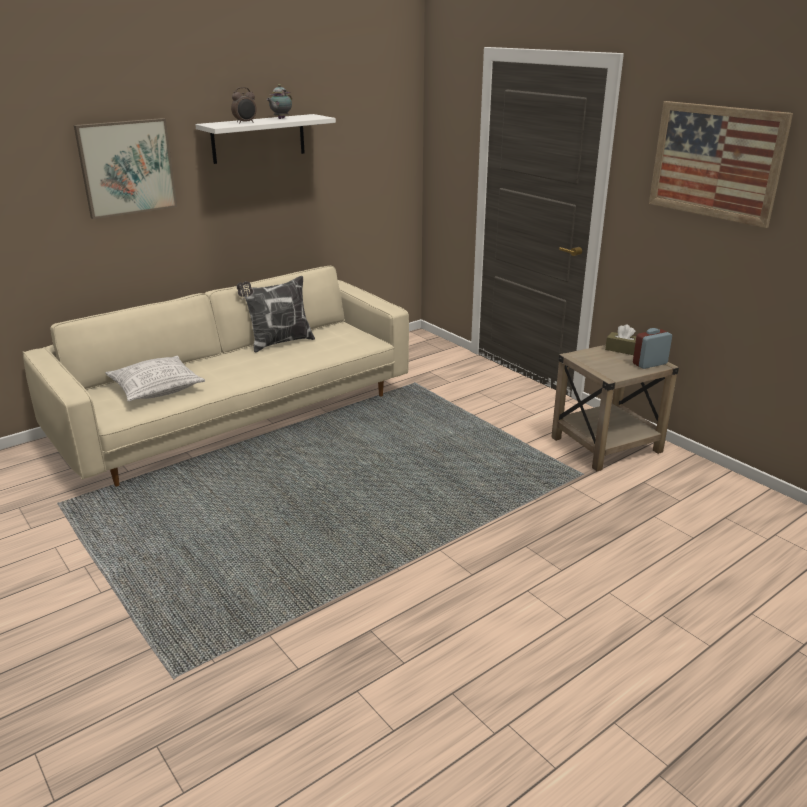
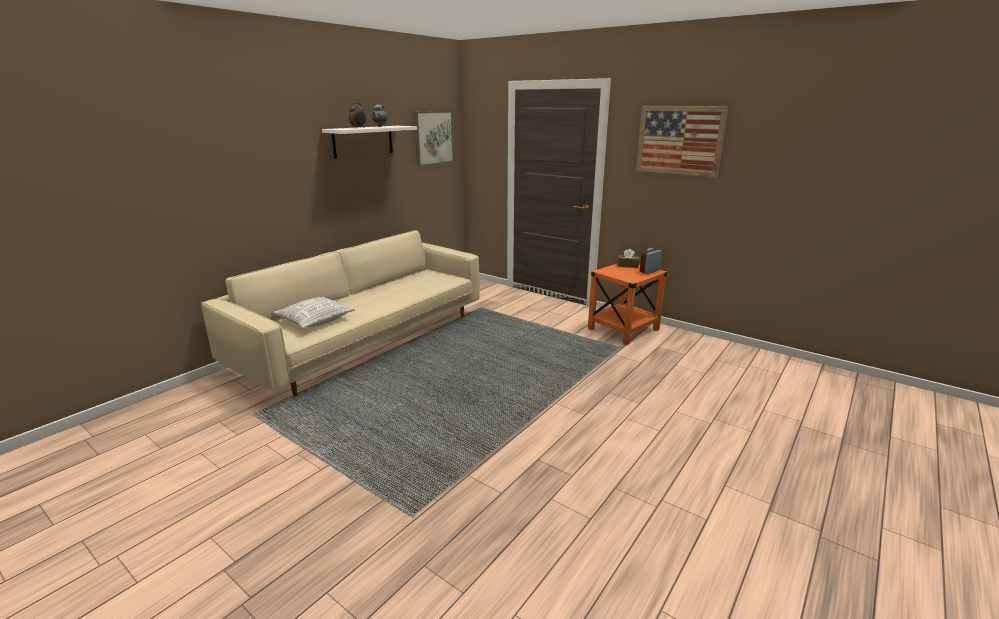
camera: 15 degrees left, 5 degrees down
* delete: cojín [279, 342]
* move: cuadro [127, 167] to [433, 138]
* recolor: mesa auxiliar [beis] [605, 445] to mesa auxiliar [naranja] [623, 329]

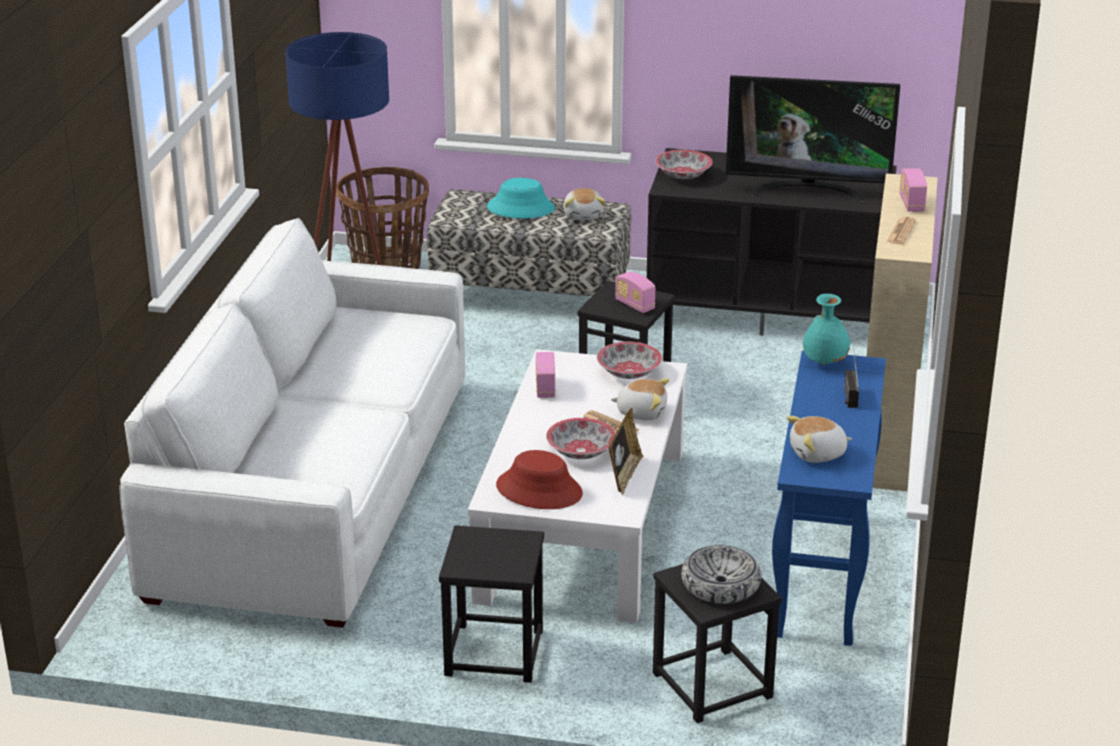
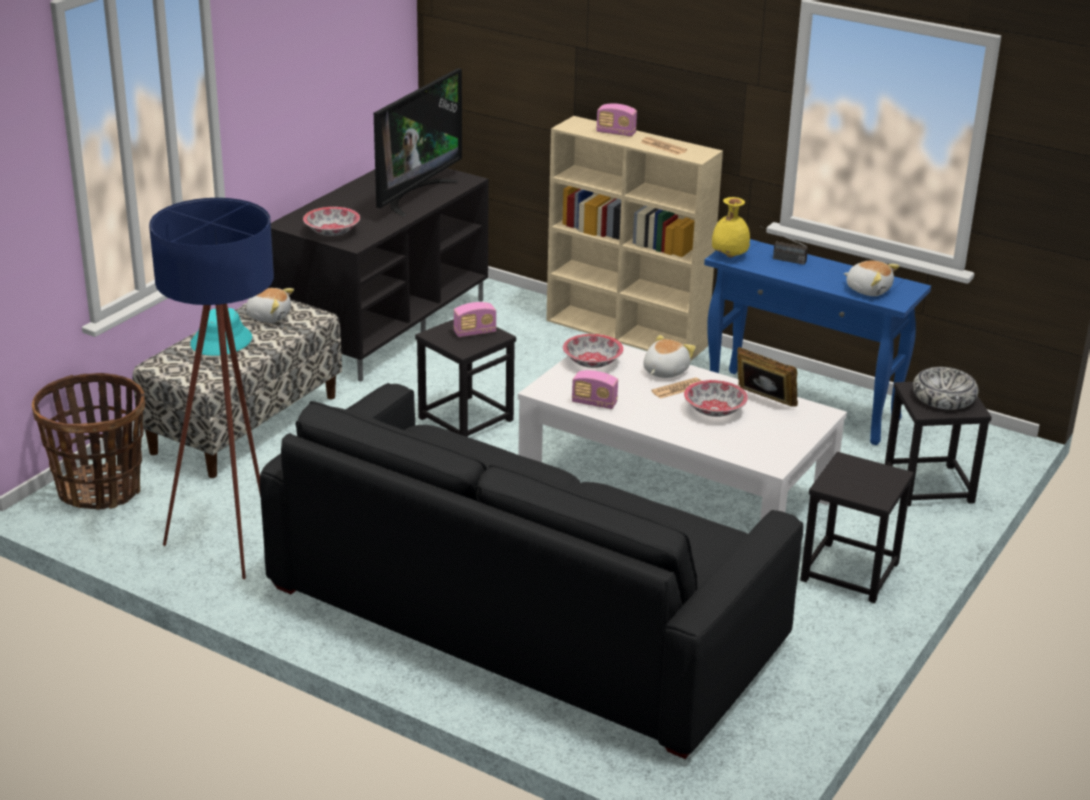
camera: 70 degrees left, 0 degrees up
* delete: sombrero [rojo] [539, 490]
* recolor: sofá [blanco] [314, 486] to sofá [negro] [524, 616]
* recolor: florero [turquesa] [825, 362] to florero [amarillo] [729, 255]
* rotate: peluche [818, 454] = [868, 289] 60 degrees counterclockwise

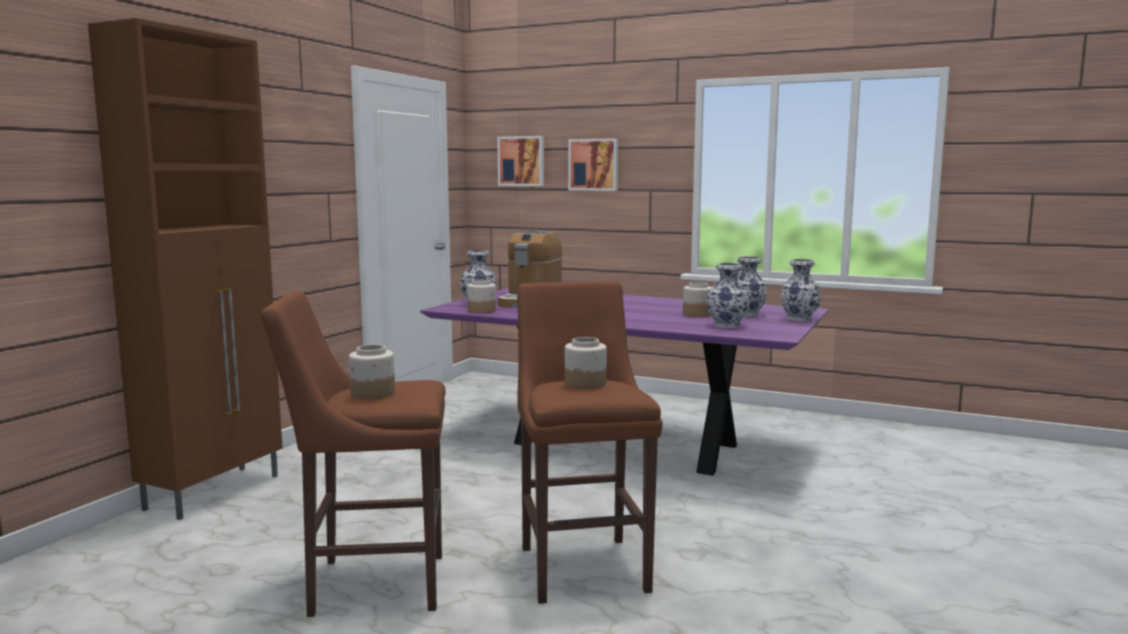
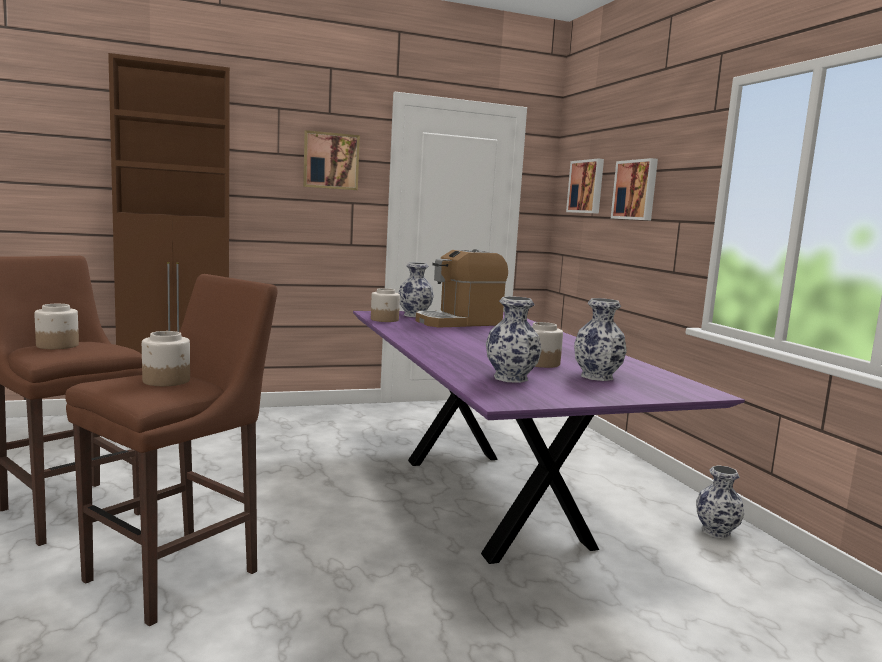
camera: 45 degrees right, 0 degrees up
* insert: cuadro [330, 161]
* move: florero [798, 319] to [715, 531]

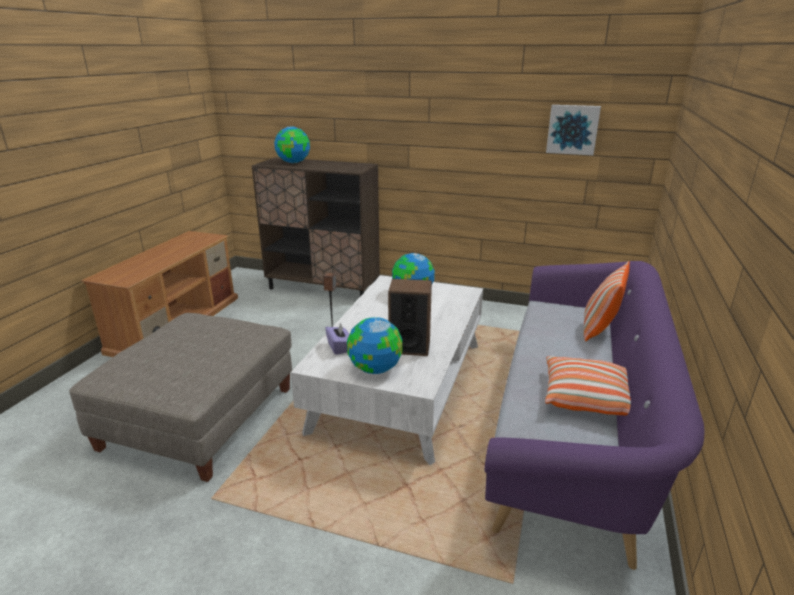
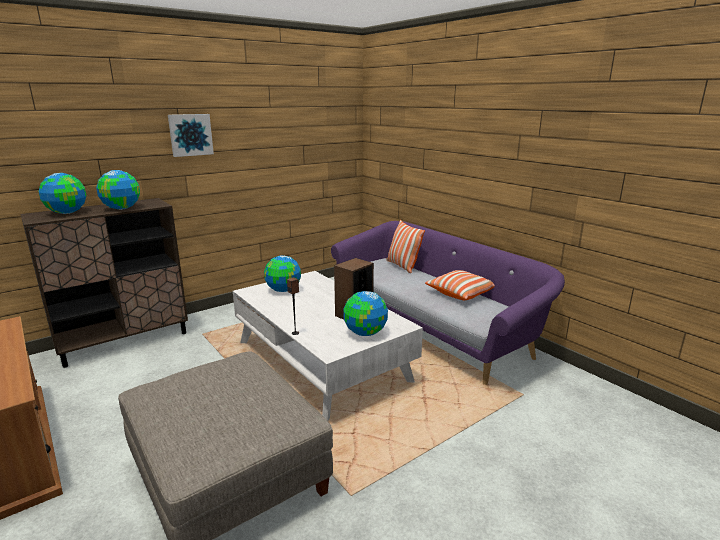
camera: 55 degrees left, 5 degrees down
* delete: caja de pañuelos [morado] [339, 347]
* insert: globo terráqueo [121, 208]
* move: cuadro [572, 129] to [190, 135]

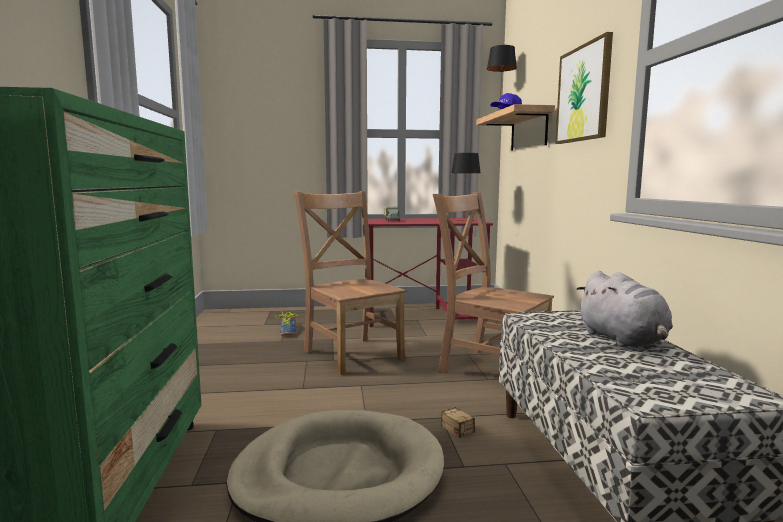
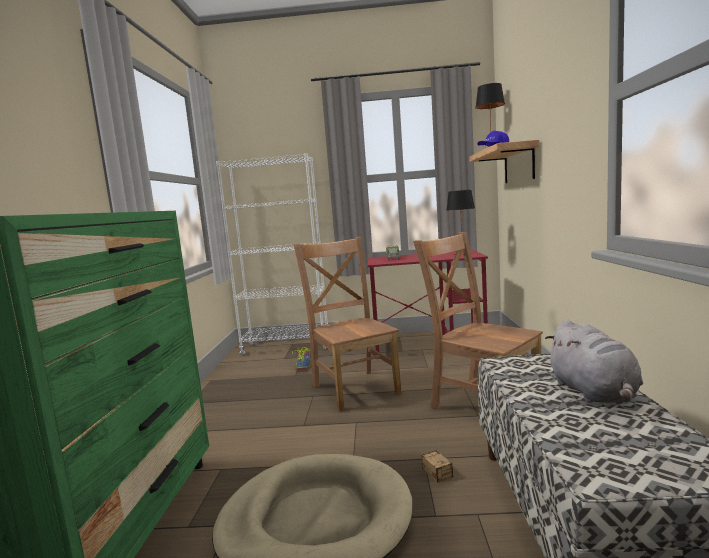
camera: 10 degrees right, 0 degrees up
* delete: cuadro [584, 93]
* insert: estantería [blanco] [286, 346]

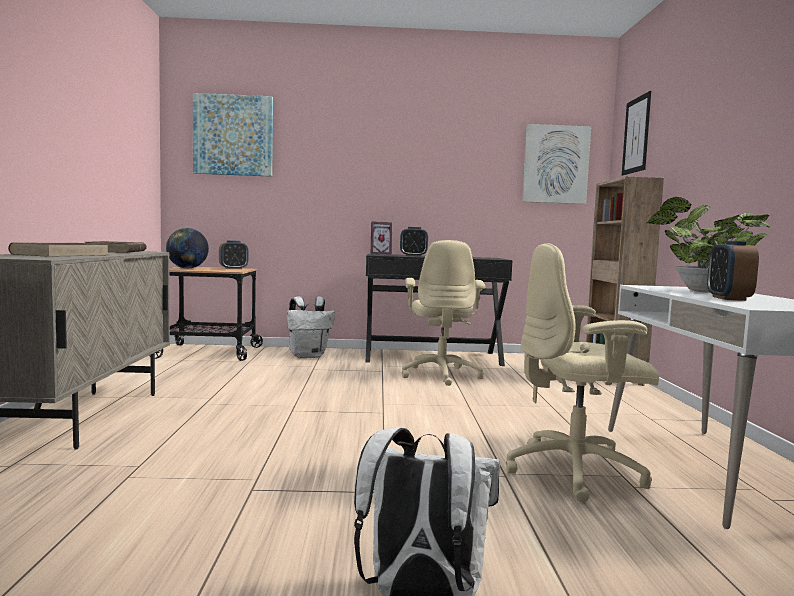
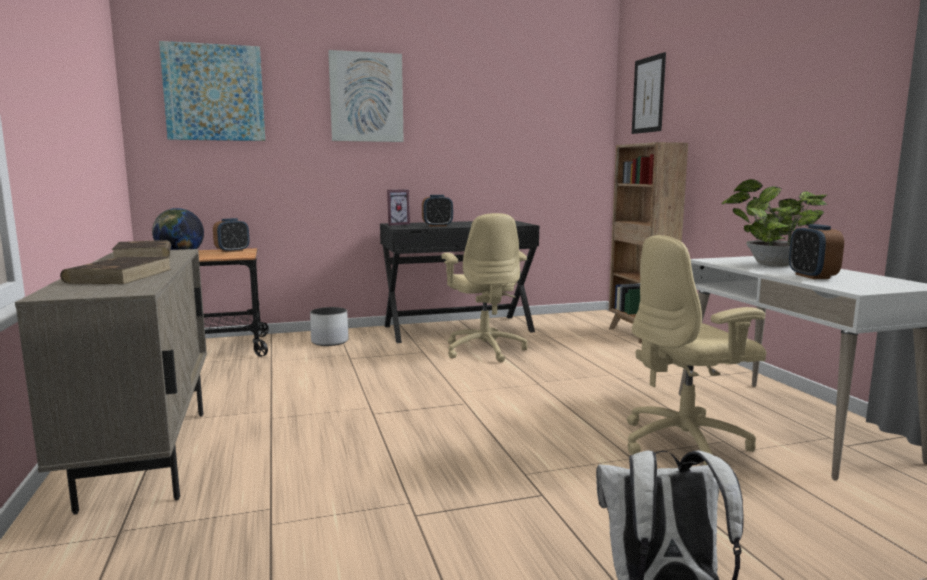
camera: 15 degrees left, 5 degrees up
* move: cuadro [555, 164] to [366, 97]
* replace: mochila [blanco] [308, 356] to maceta [blanco] [330, 341]

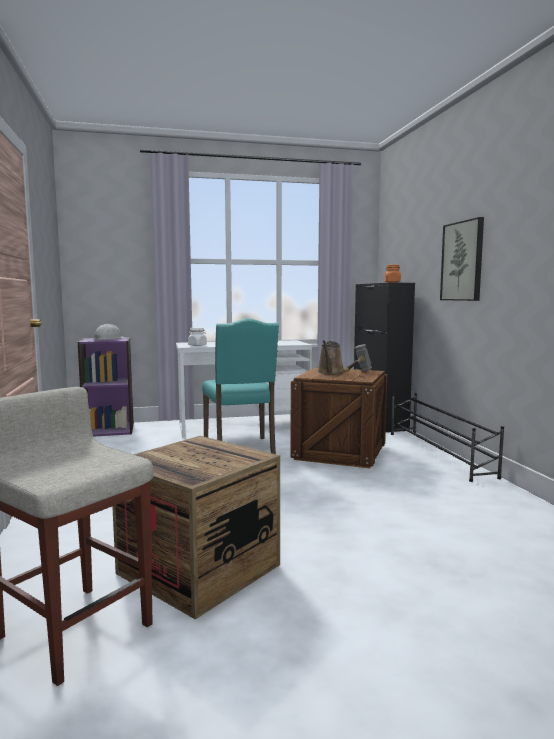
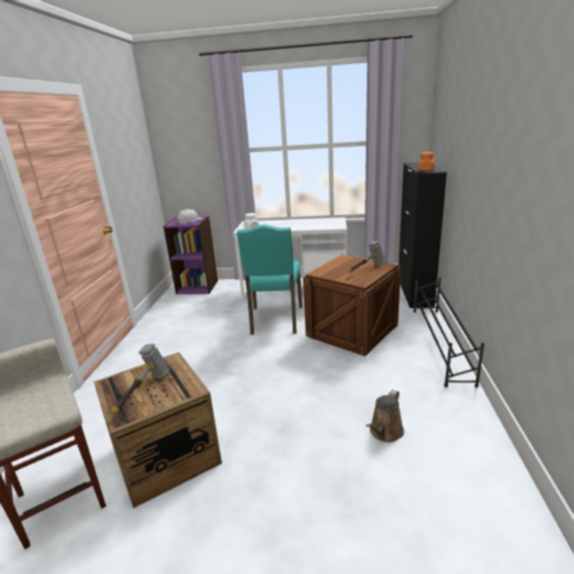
camera: 20 degrees right, 15 degrees up
* delete: cuadro [462, 261]
* insert: martillo [143, 392]
* move: regadera [marrón] [330, 372] to [385, 432]

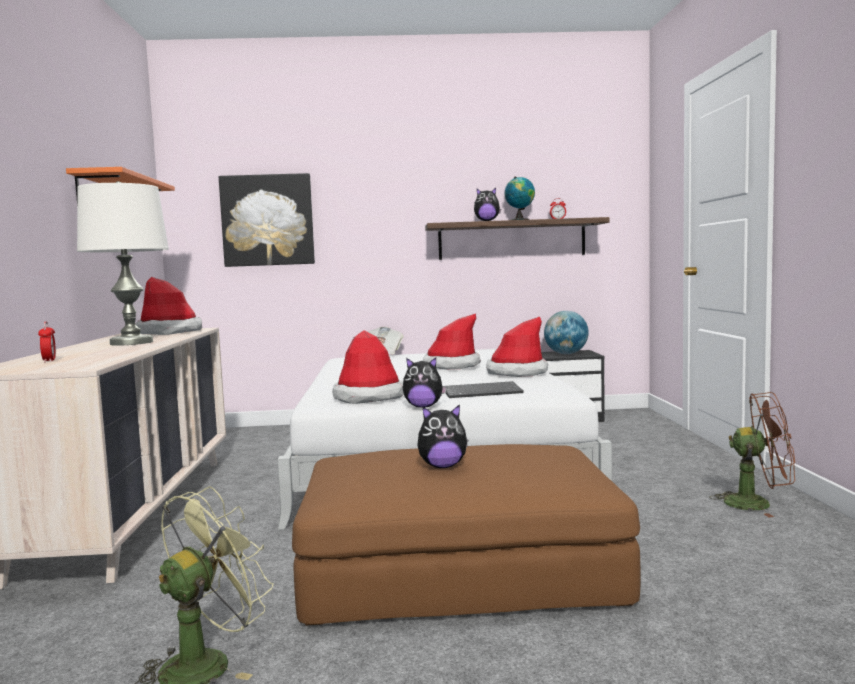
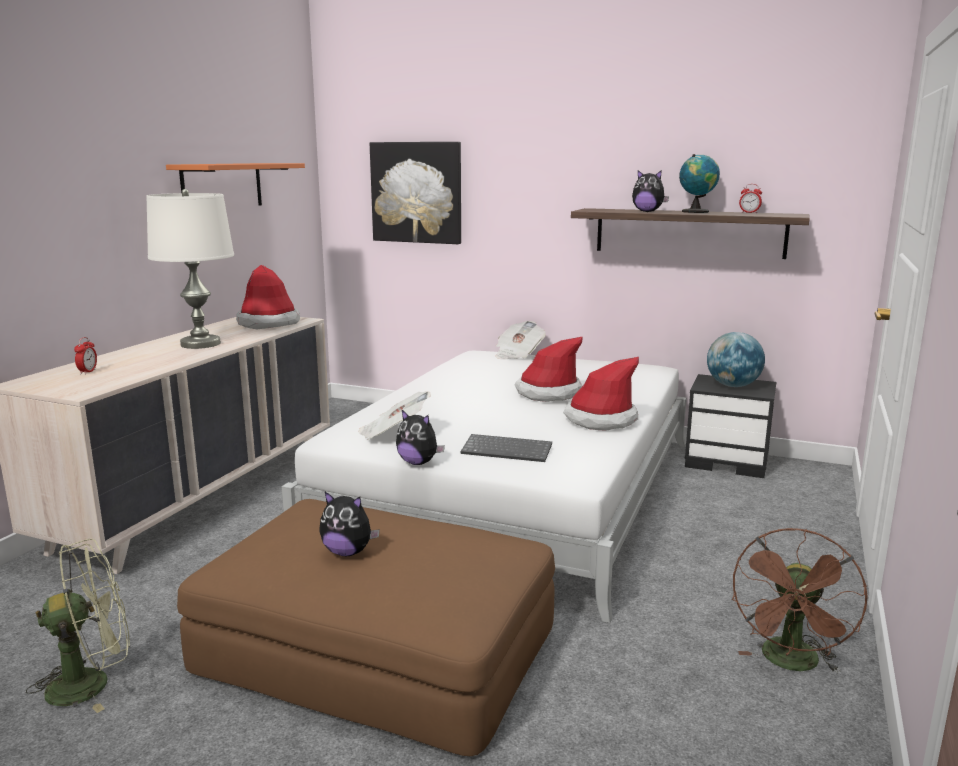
camera: 25 degrees right, 10 degrees up
* replace: sombrero [369, 397] to periódico [393, 434]
* rotate: ventilador [marrón] [757, 504] = [791, 663] 75 degrees clockwise

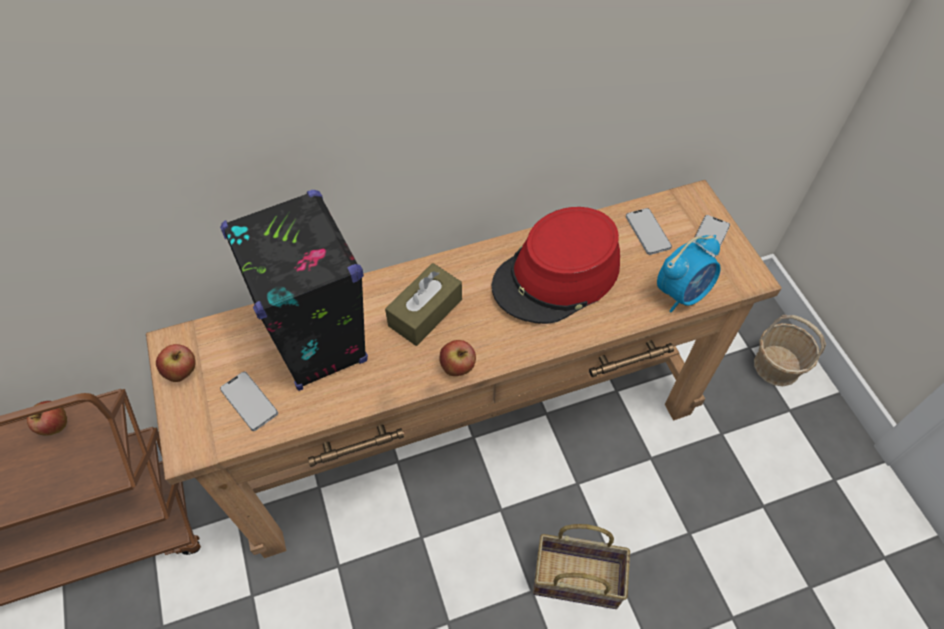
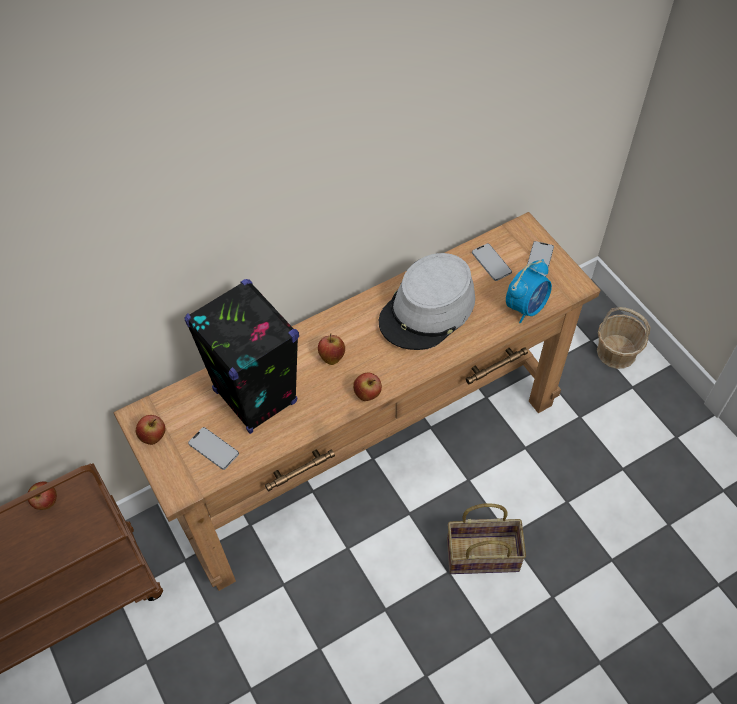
camera: 10 degrees left, 0 degrees up
* replace: caja de pañuelos [marrón] [425, 312] to manzana [332, 357]
* recolor: sombrero [rojo] [557, 276] to sombrero [gris] [428, 310]

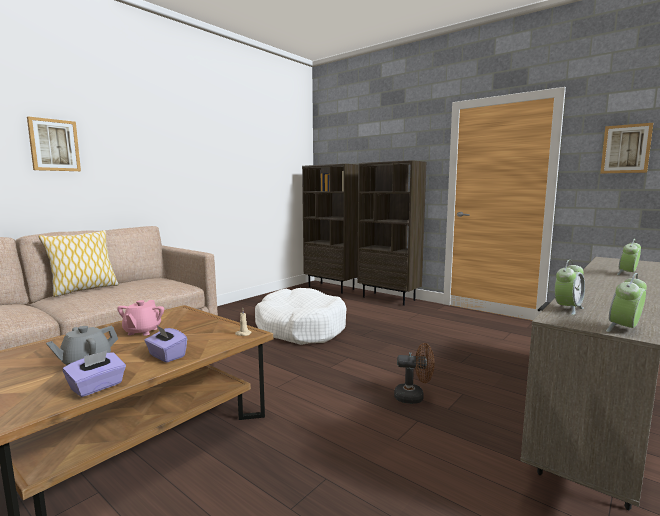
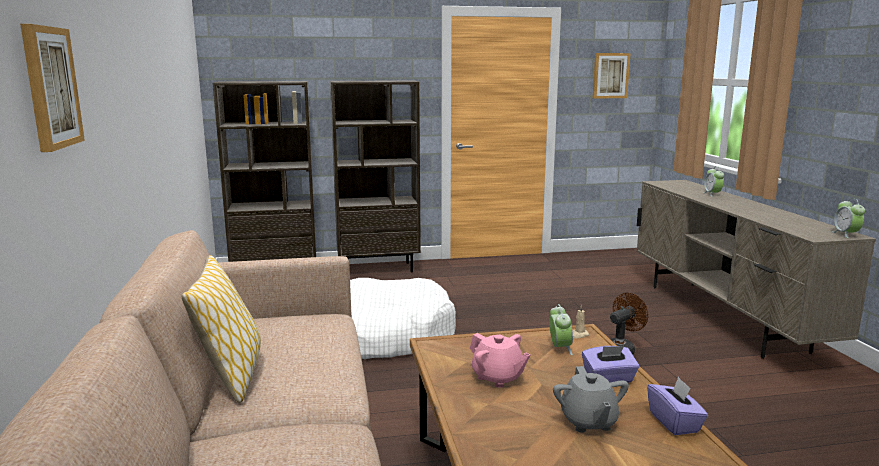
camera: 50 degrees left, 5 degrees up
* move: despertador [567, 309] to [559, 348]

